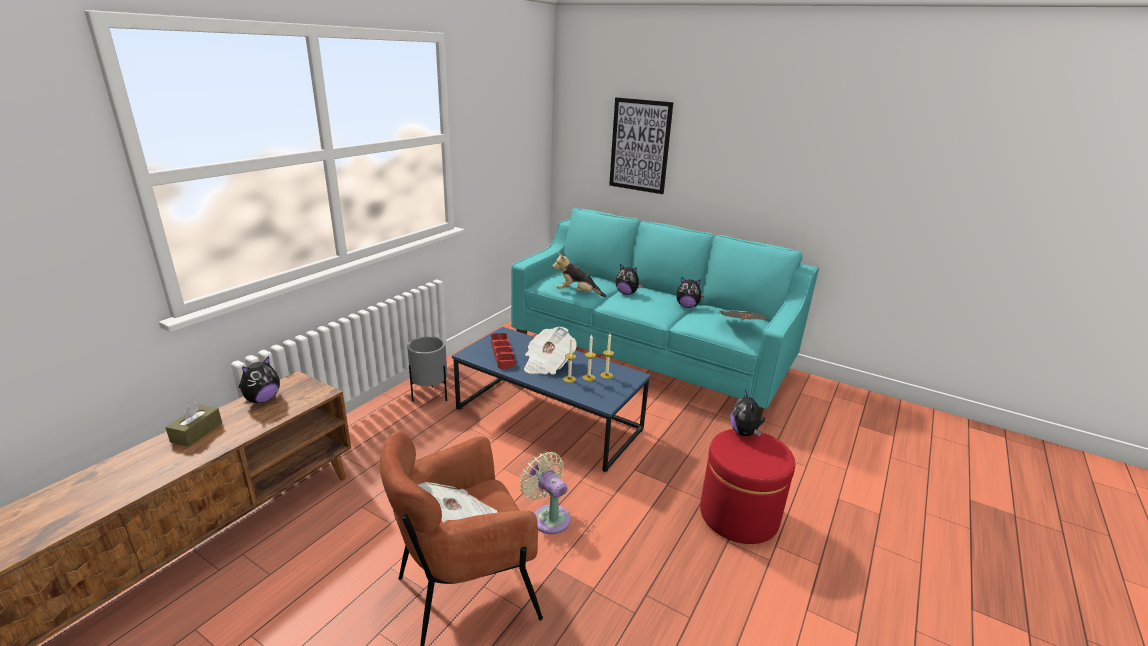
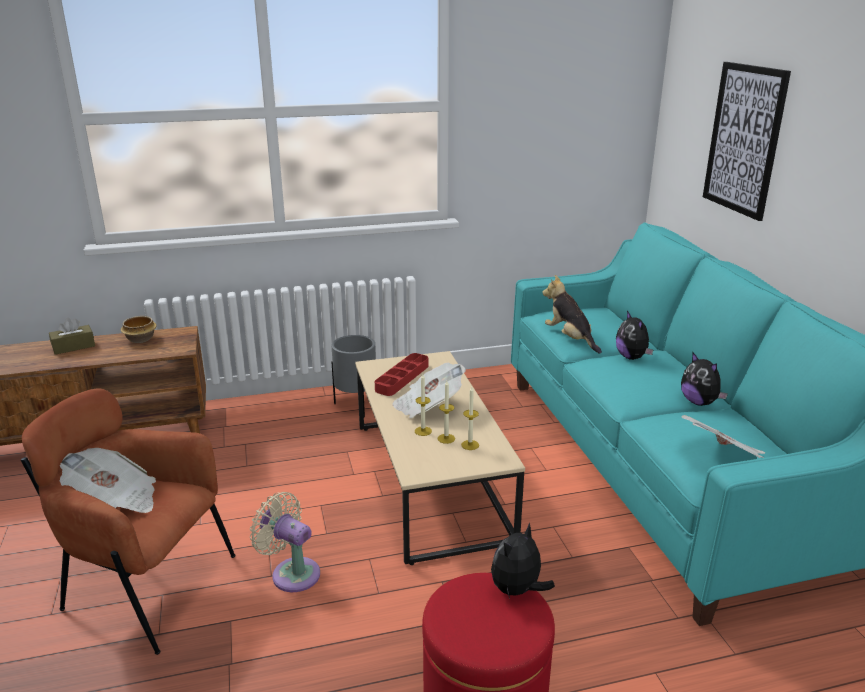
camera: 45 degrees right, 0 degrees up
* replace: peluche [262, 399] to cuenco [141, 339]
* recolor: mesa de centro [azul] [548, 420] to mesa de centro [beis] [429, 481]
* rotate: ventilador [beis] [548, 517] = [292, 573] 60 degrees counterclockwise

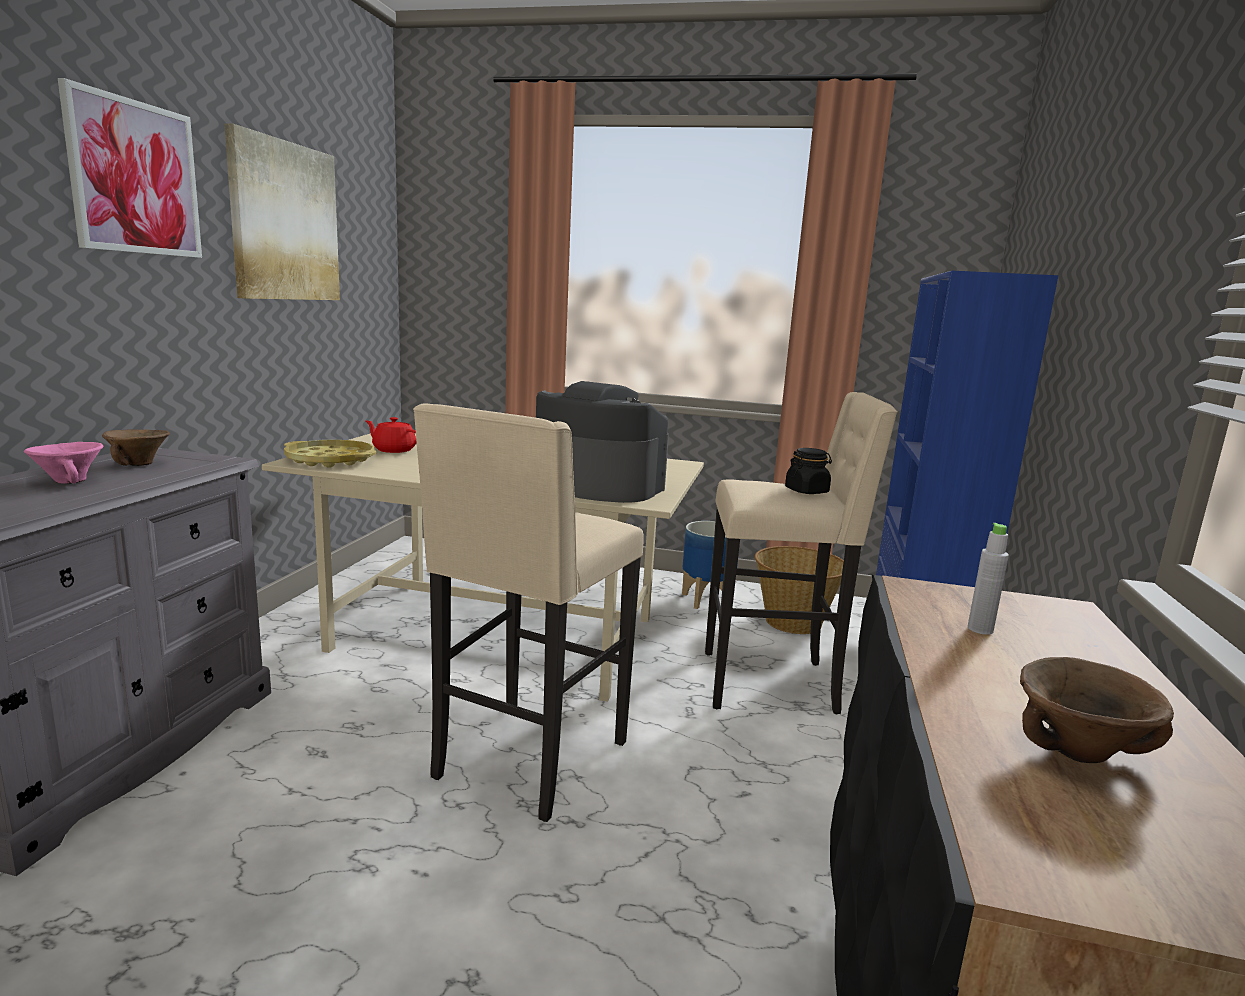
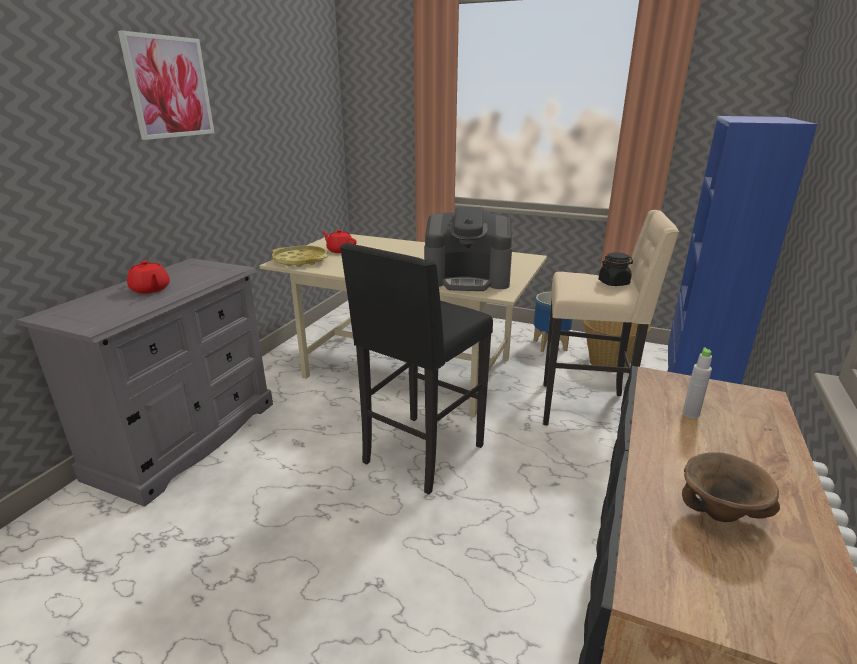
camera: 10 degrees right, 10 degrees up
* delete: cuenco [marrón] [140, 465]
* delete: cuadro [284, 222]
* replace: cuenco [rosa] [70, 482] to tetera [rojo] [150, 289]
* recolor: taburete [beis] [527, 761] to taburete [negro] [420, 455]
* rotate: cafetera [596, 486] = [467, 279] 150 degrees clockwise

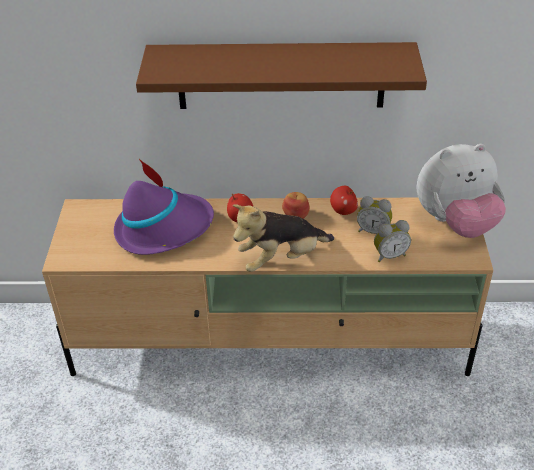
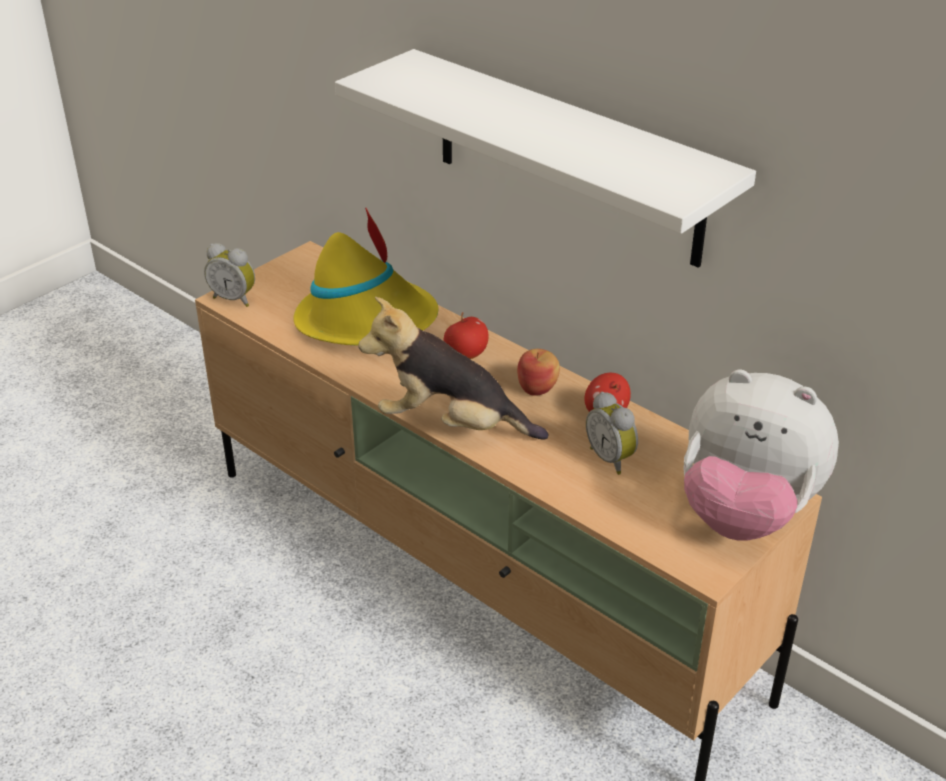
camera: 40 degrees right, 5 degrees down
* move: despertador [389, 255] to [235, 298]
* recolor: sombrero [morado] [164, 228] to sombrero [amarillo] [367, 321]
* recolor: estante [marrón] [281, 76] to estante [blanco] [566, 158]

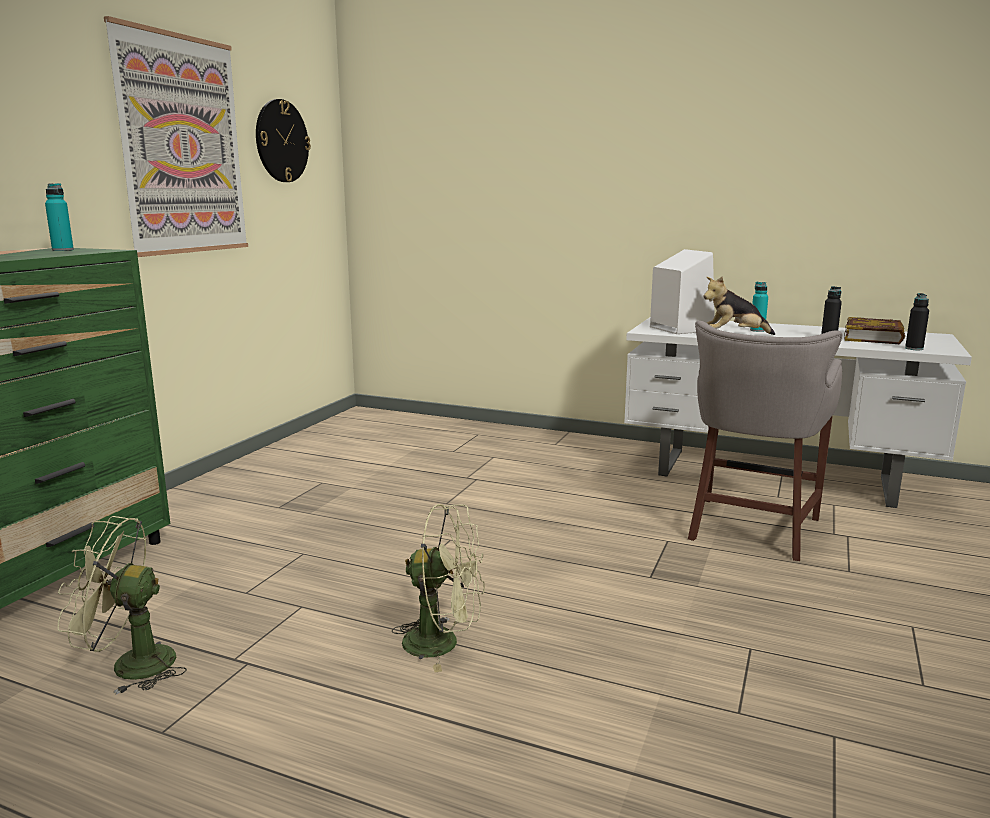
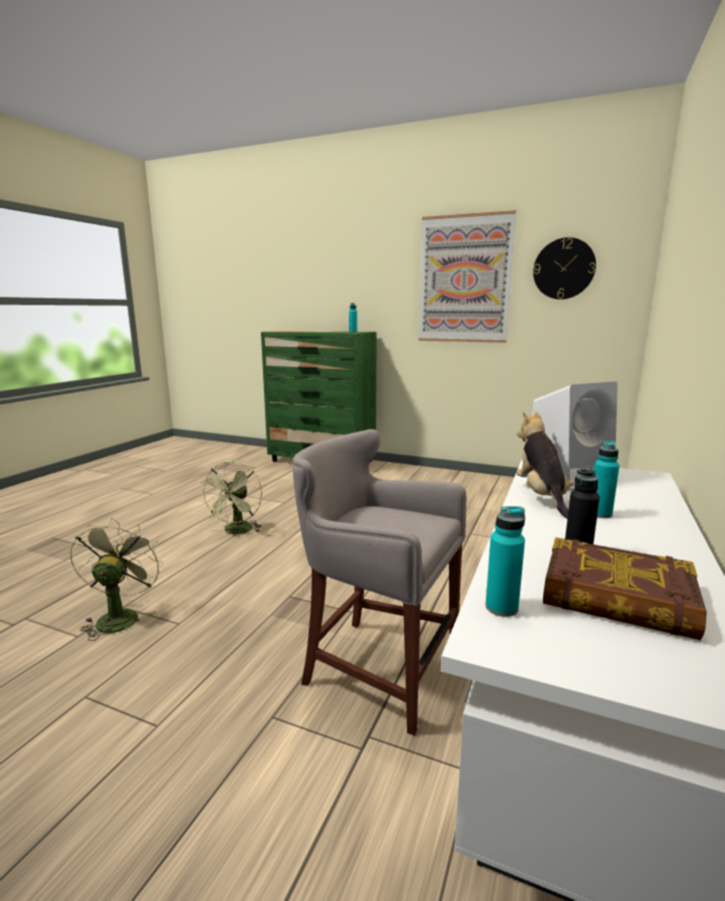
camera: 90 degrees right, 0 degrees up
* move: ventilador [verde] [130, 665] to [119, 616]
* recolor: botella [negro] [914, 349] to botella [turquesa] [501, 607]

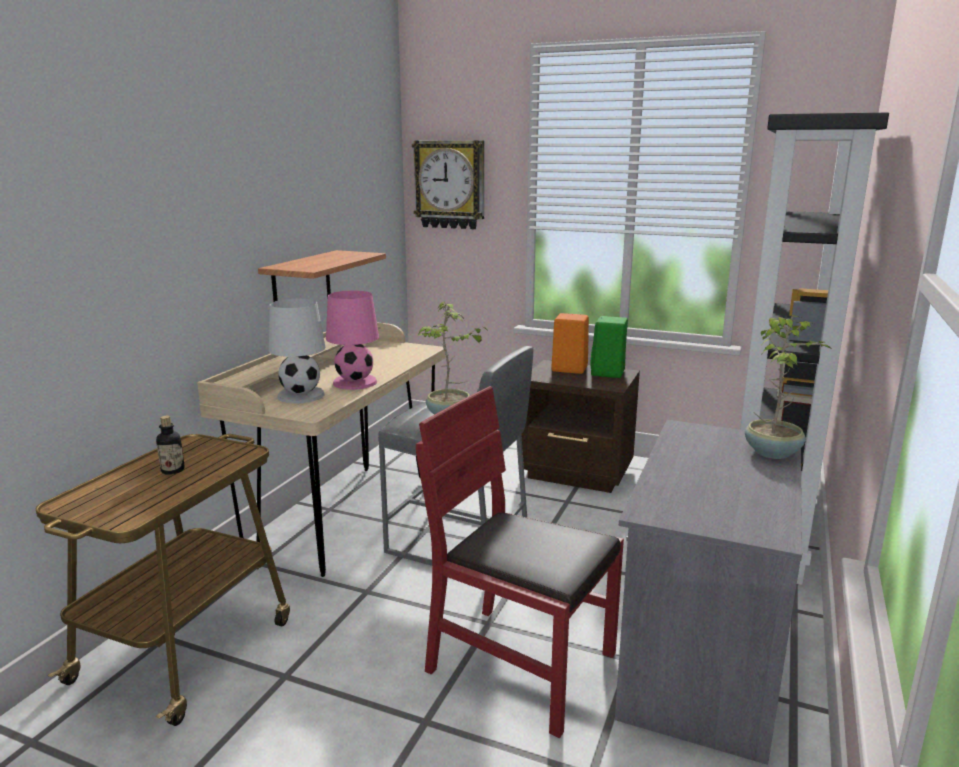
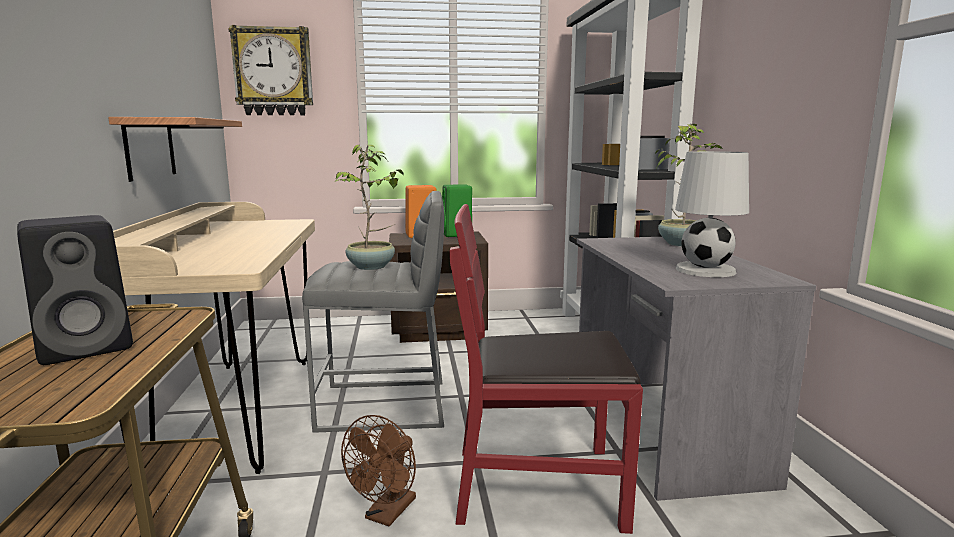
camera: 30 degrees left, 5 degrees down
* delete: lámpara de mesa [rosa] [355, 382]
* insert: ventilador [marrón] [386, 514]
* move: lámpara de mesa [blanco] [301, 395] to [706, 270]
* replace: botella [172, 470] to altavoz [negro] [88, 346]

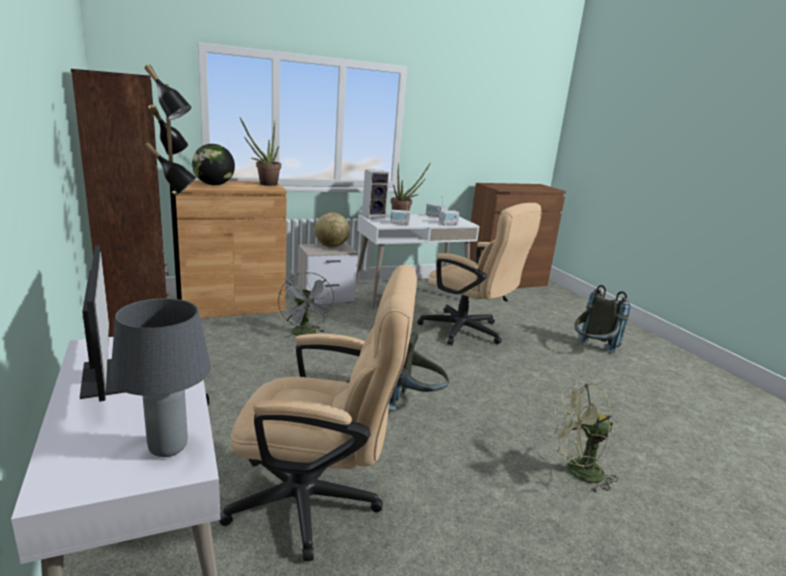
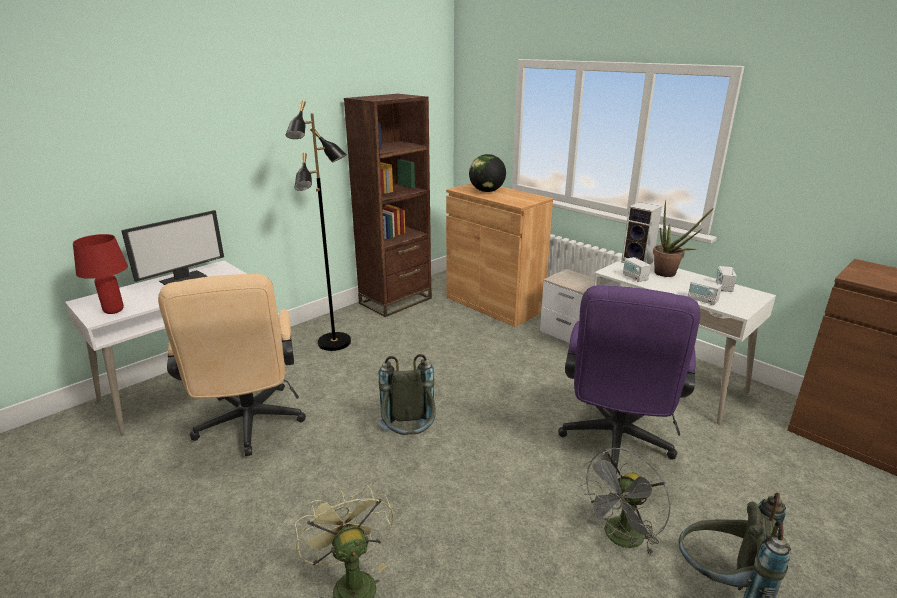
camera: 70 degrees right, 5 degrees up
* delete: planta en maceta [265, 184]
* delete: globo terráqueo [331, 246]
* move: ventilador [gris] [306, 334] to [620, 539]
* recolor: lámpara de mesa [gris] [168, 447] to lámpara de mesa [rojo] [114, 310]
* recolor: silla de oficina [beis] [468, 332] to silla de oficina [morado] [615, 443]

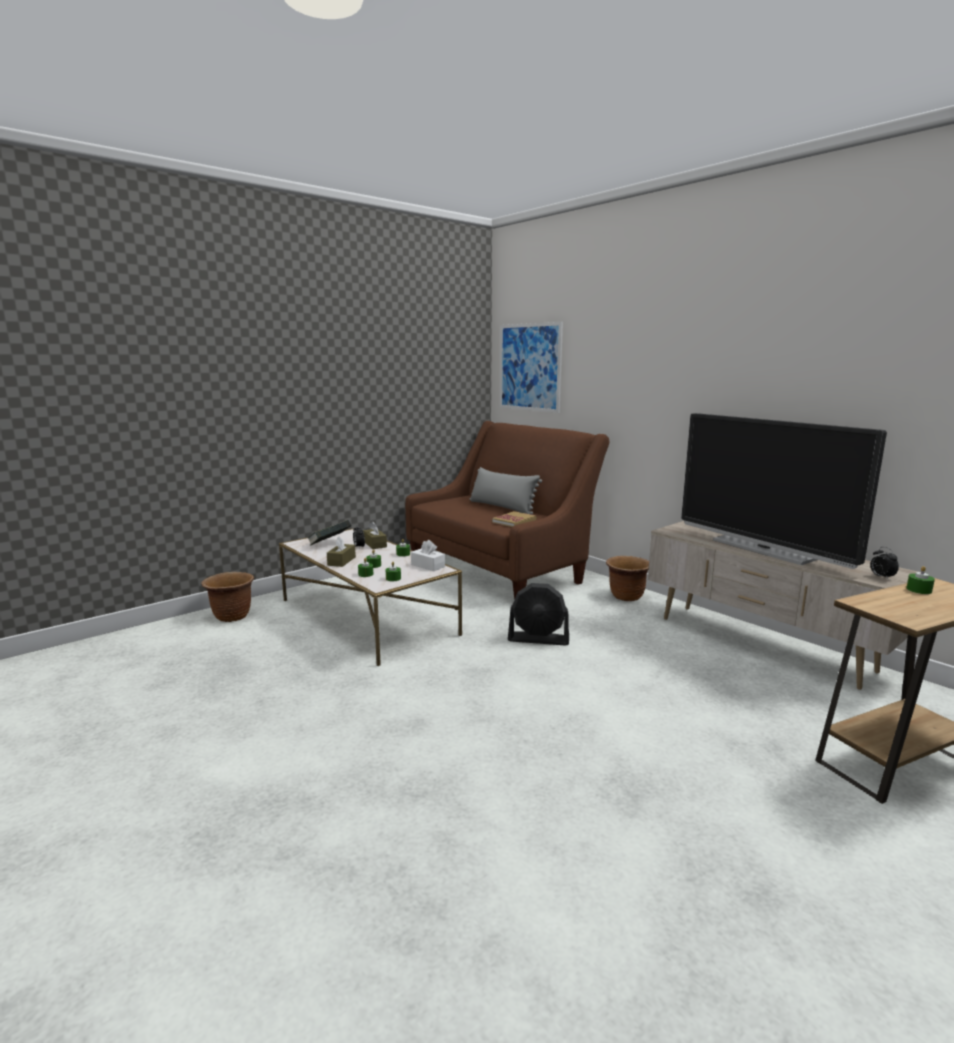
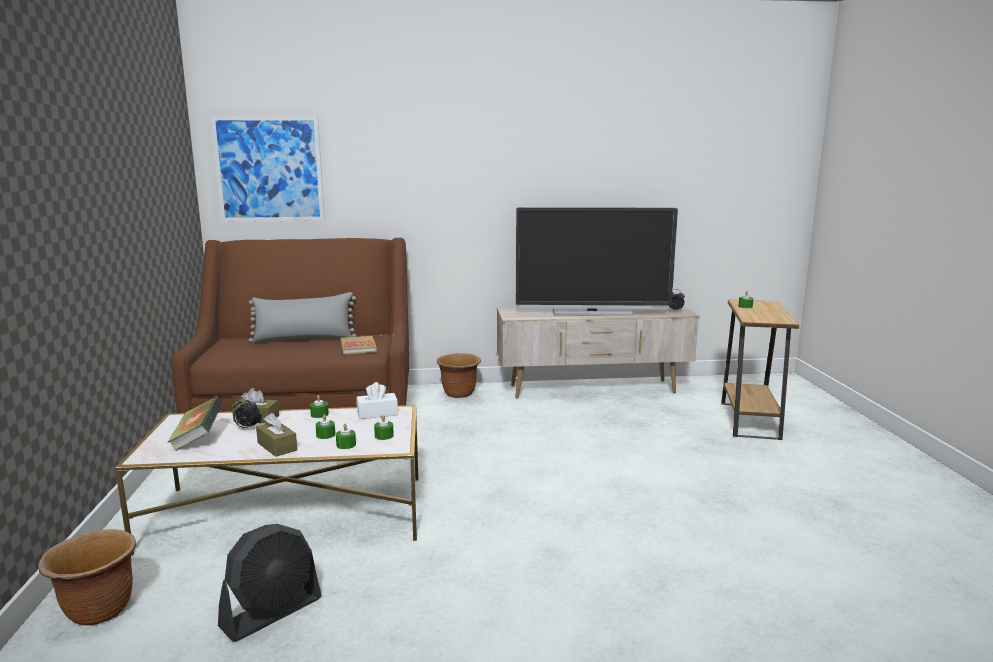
camera: 55 degrees left, 0 degrees up
* move: ventilador [negro] [538, 639] to [272, 612]

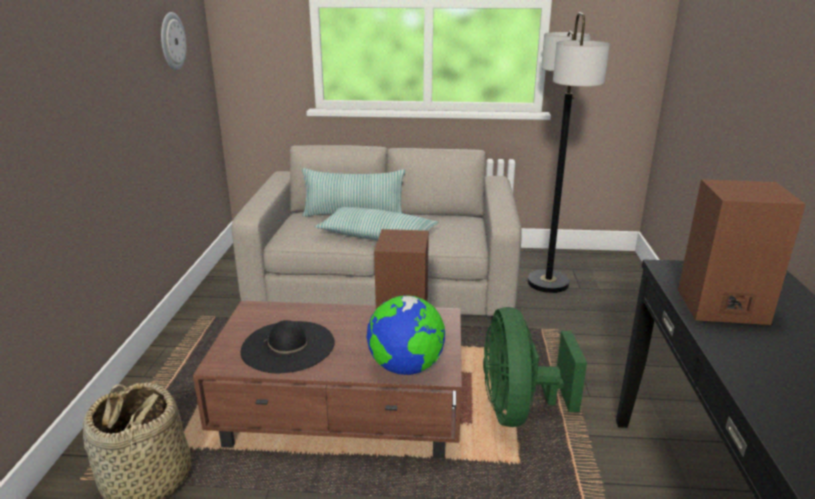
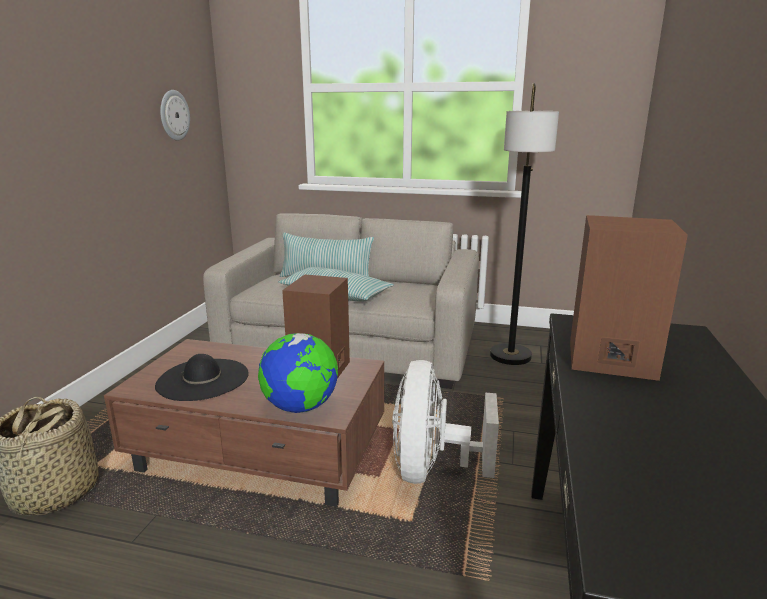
camera: 10 degrees right, 5 degrees down
* recolor: ventilador [verde] [519, 409] to ventilador [blanco] [432, 469]

